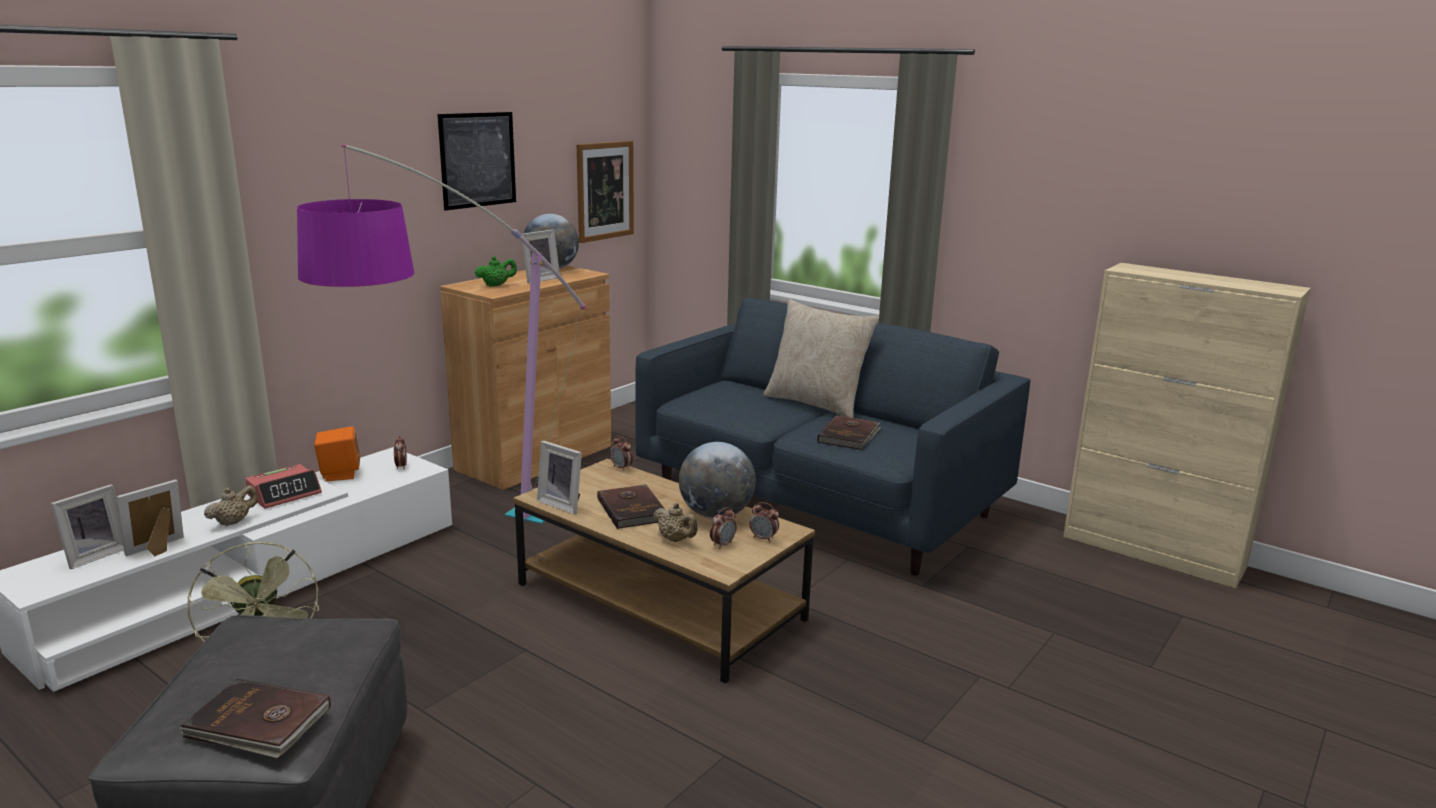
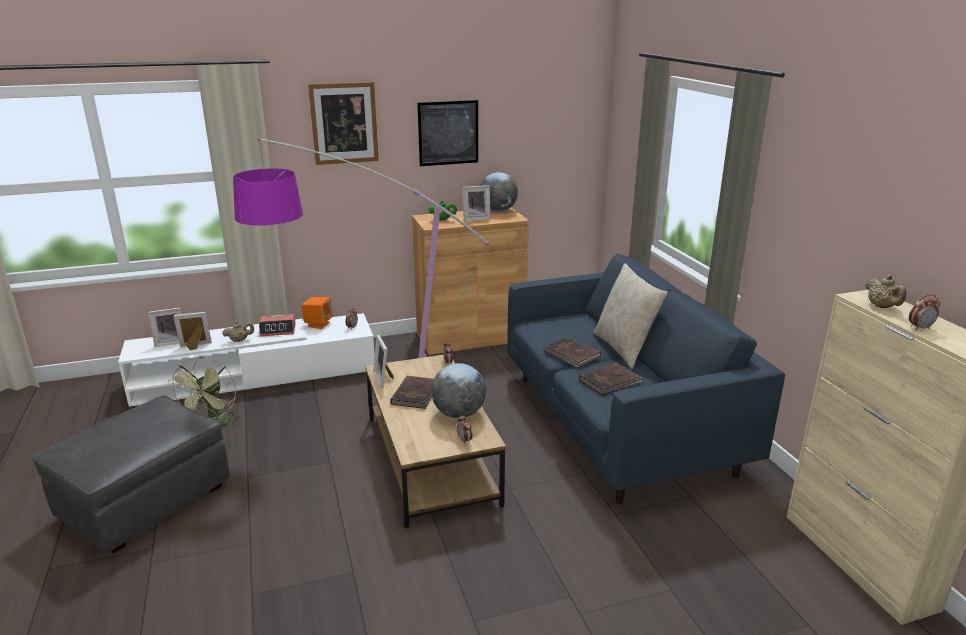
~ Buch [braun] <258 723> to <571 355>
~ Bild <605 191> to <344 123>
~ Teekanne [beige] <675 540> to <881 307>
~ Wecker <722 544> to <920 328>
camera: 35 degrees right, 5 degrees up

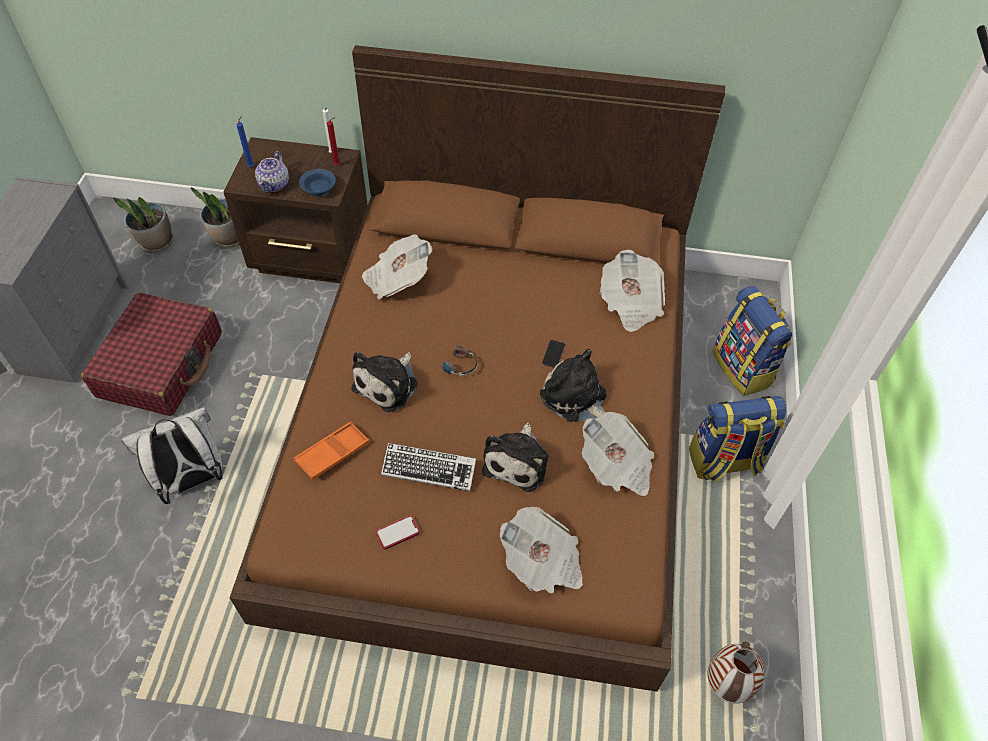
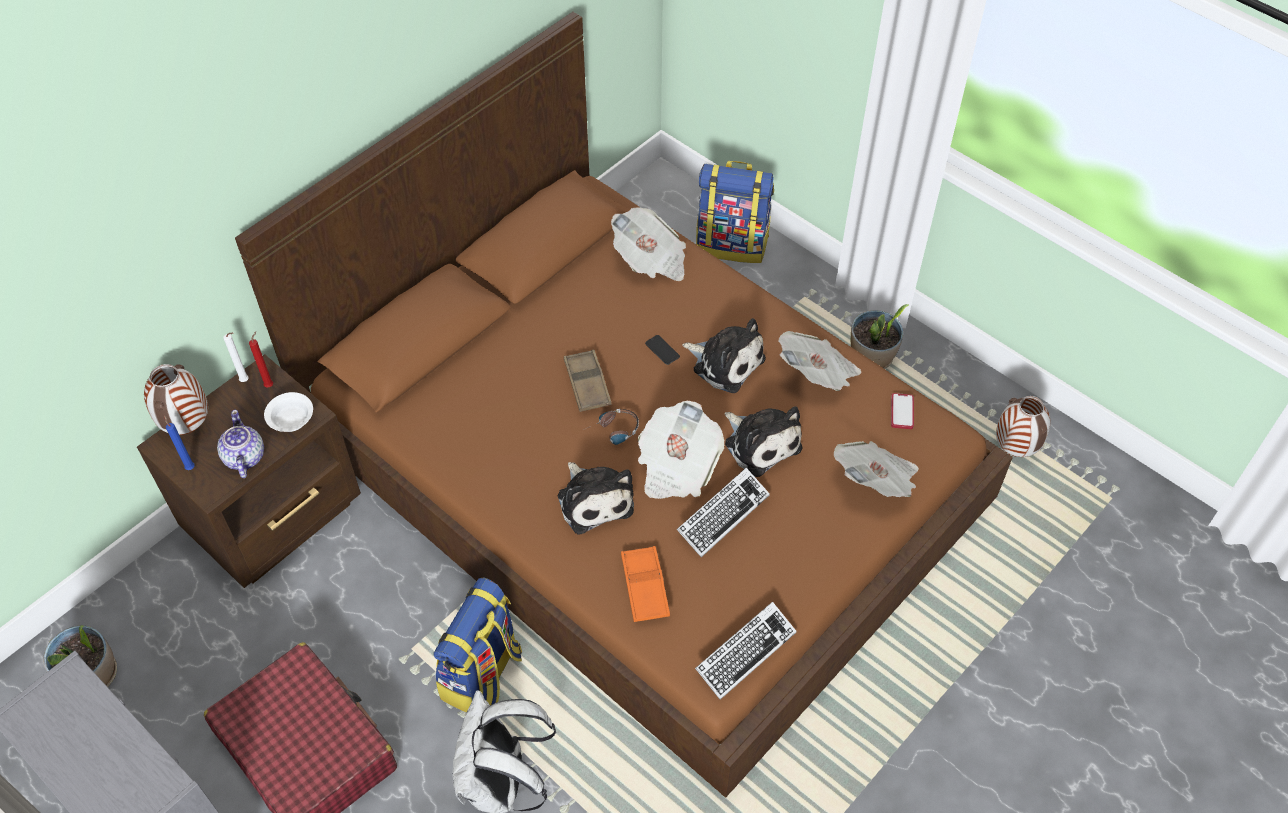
~ Topfpflanze <229 237> to <871 358>
~ Teekanne <274 184> = <244 458> 150 degrees counterclockwise
~ Schüssel [blau] <319 188> to Schüssel [weiß] <292 419>
~ Zeitung <397 279> to <676 466>
~ Handy <398 533> to <902 412>
~ Plüschtier <575 398> = <725 362> 135 degrees counterclockwise
~ Rucksack <724 462> to <482 675>
+ Vase <187 426>
+ Tablett [braun] <587 384>
+ Tastatur <745 653>
camera: 55 degrees left, 0 degrees up

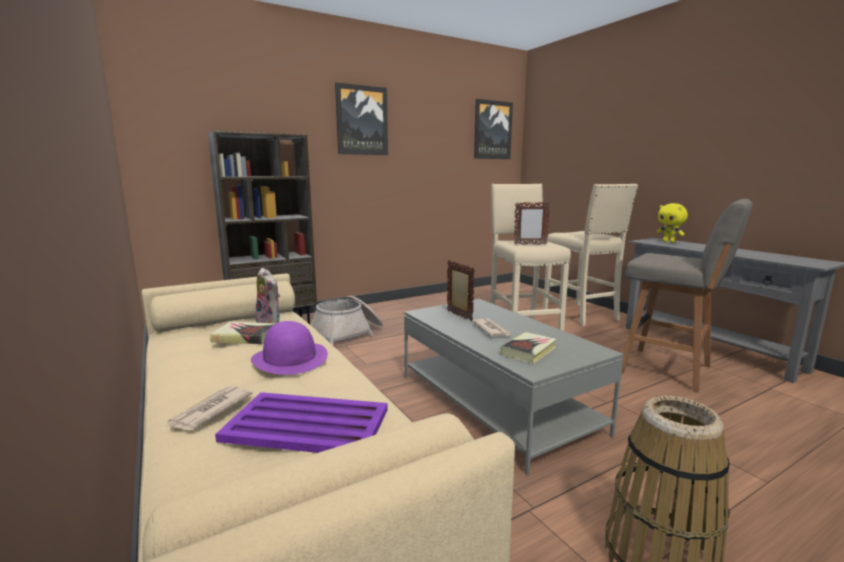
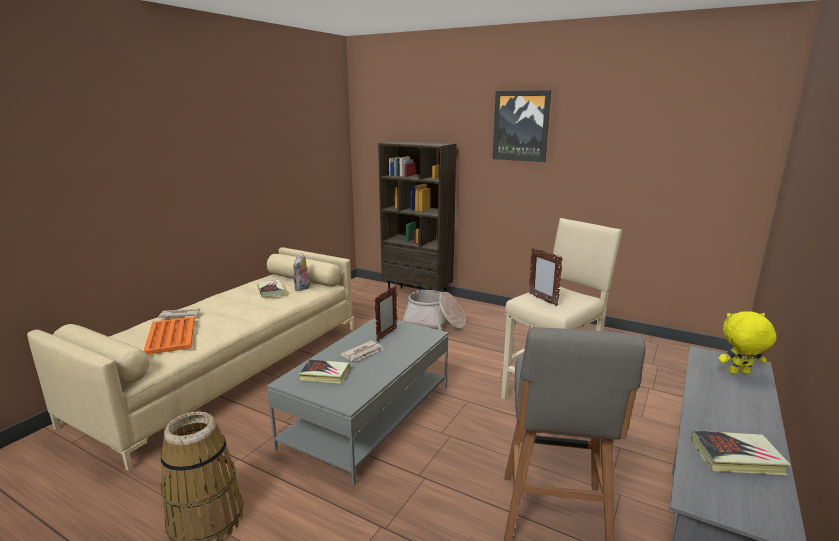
~ Tablett [lila] <305 424> to Tablett [orange] <171 335>
- Hut [lila] <290 358>
- Bild <492 130>
- Hocker [beige] <581 314>
~ Plüschtier [gelb] <669 242> = <739 373> 60 degrees clockwise
+ Buch <736 457>
camera: 60 degrees right, 5 degrees up

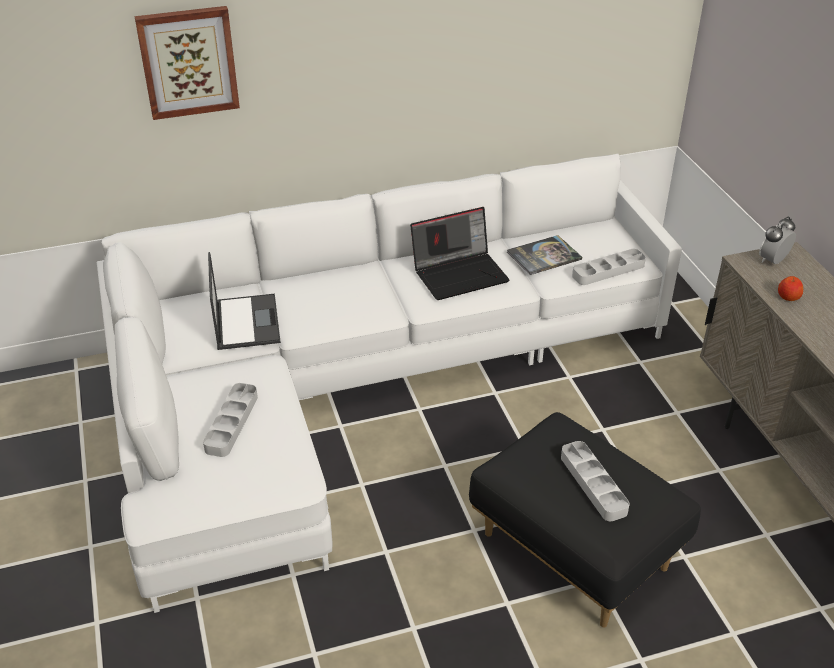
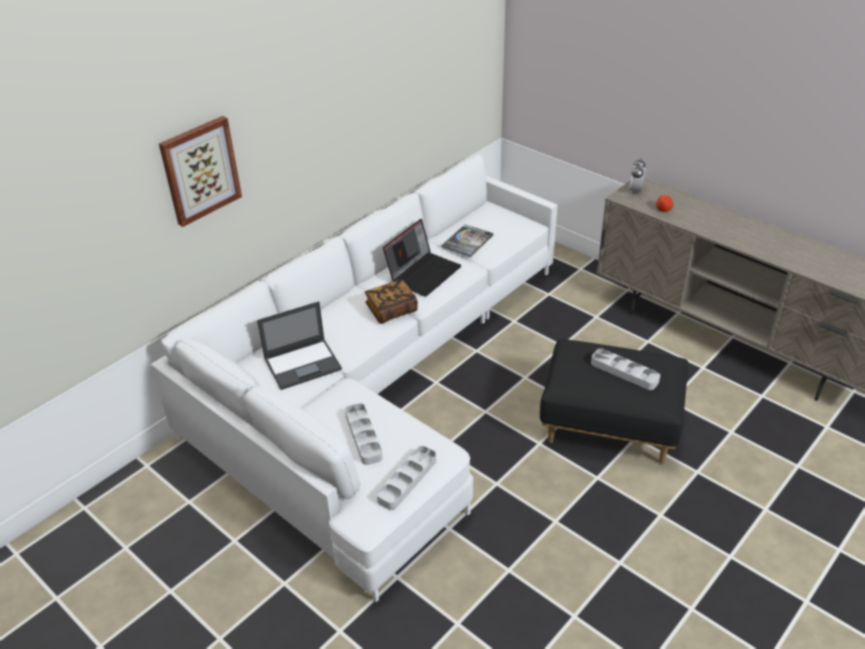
~ Laptop <246 321> = <303 364> 105 degrees clockwise
~ Tablett [grau] <608 270> to <407 480>
+ Buch <391 310>
camera: 30 degrees left, 0 degrees up

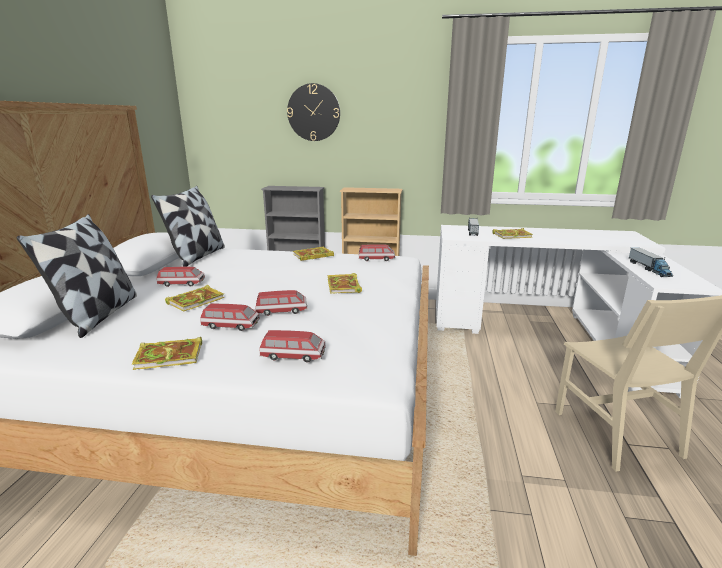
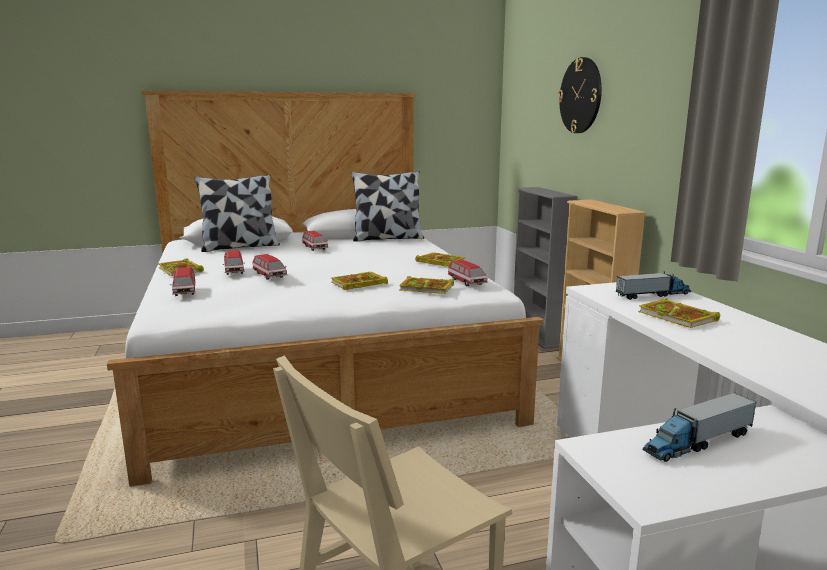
~ Buch <197 300> to <427 288>
camera: 65 degrees right, 5 degrees down

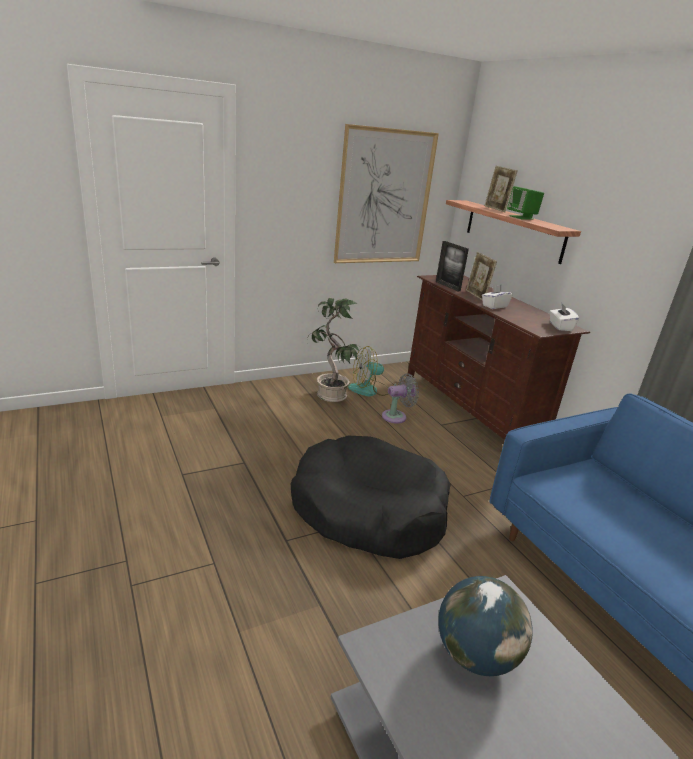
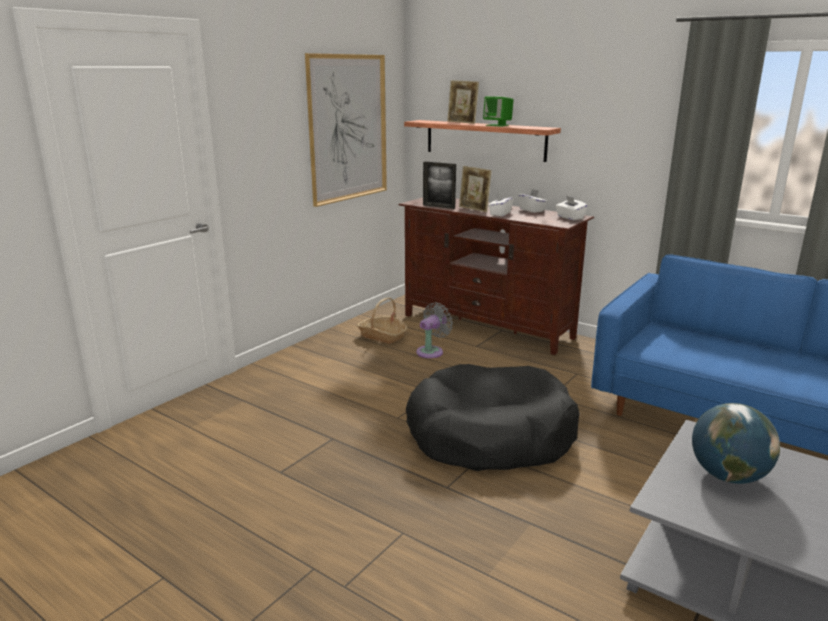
- Topfpflanze <330 395>
~ Ventilator <369 390> to Korb <382 336>
+ Taschentuchbox [weiß] <532 210>
camera: 25 degrees left, 5 degrees down

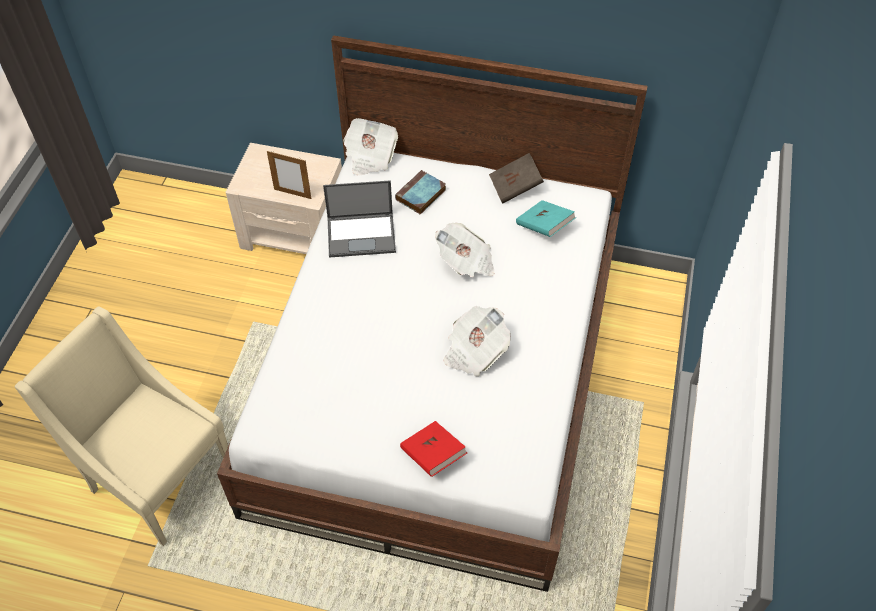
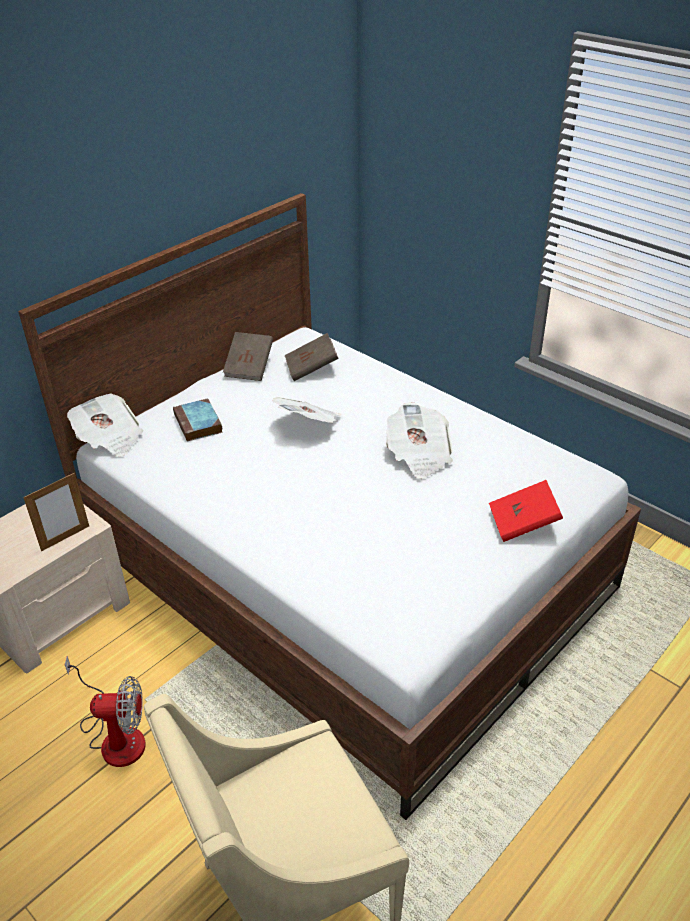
- Laptop <362 234>
~ Buch [türkis] <544 227> to Buch [braun] <311 368>
+ Ventilator <115 736>
camera: 60 degrees left, 15 degrees down

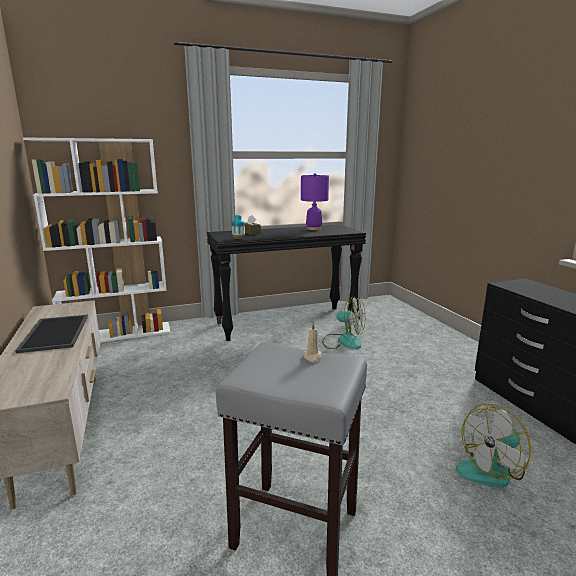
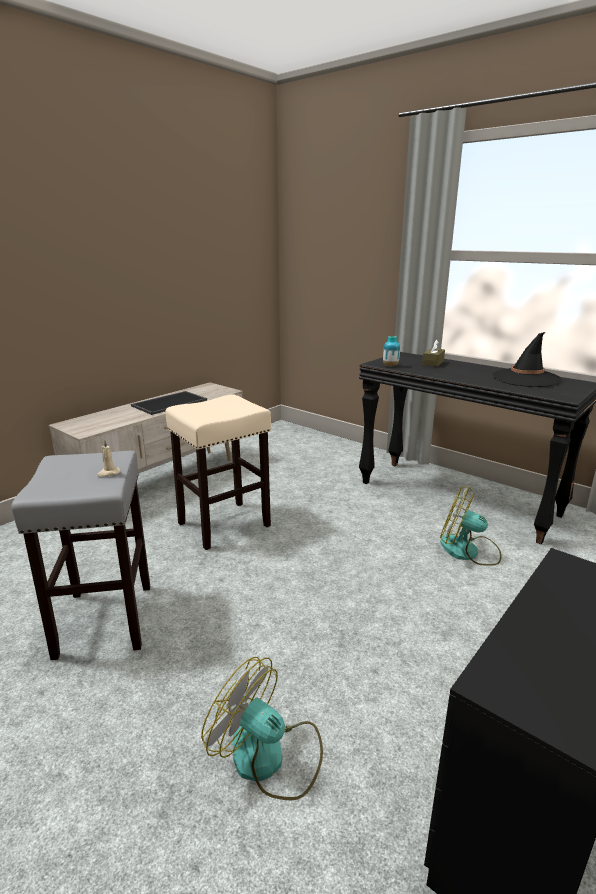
- Bücherregal [weiß] <118 334>
~ Tischlampe [lila] <313 229> to Hut [schwarz] <526 378>
~ Ventilator <343 341> = <468 551> 120 degrees clockwise
+ Hocker [beige] <225 524>
camera: 60 degrees right, 5 degrees up

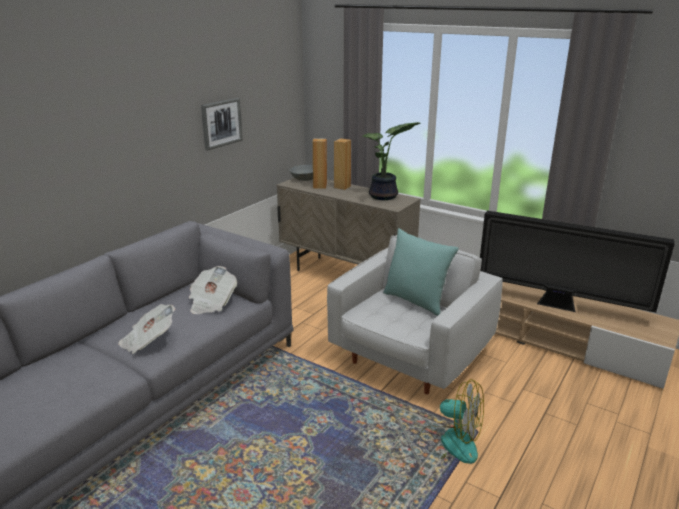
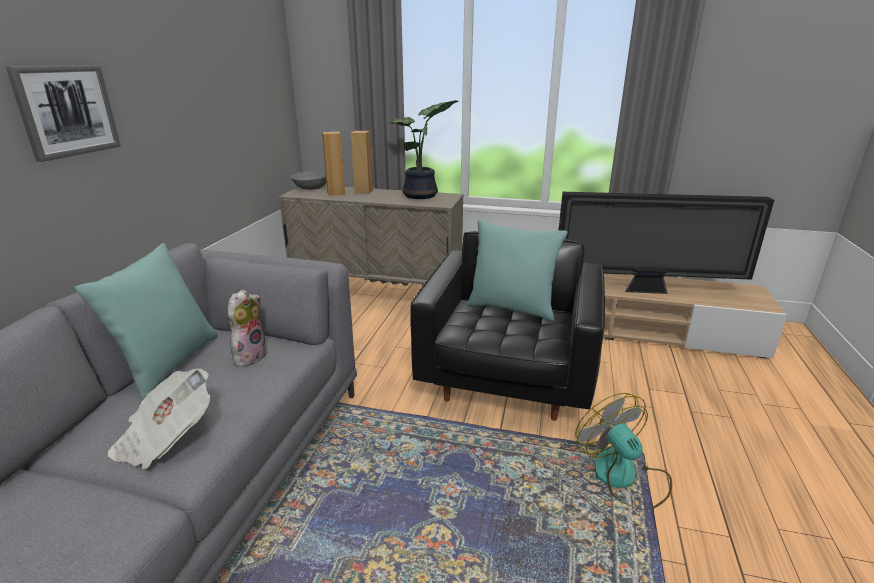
~ Zeitung <212 303> to Plüschtier <249 356>
~ Bild <221 123> to <67 111>
~ Sessel [weiß] <410 357> to Sessel [schwarz] <508 379>
~ Ventilator <449 443> = <623 478> 120 degrees counterclockwise
+ Kissen [türkis] <168 364>
camera: 20 degrees left, 0 degrees up

